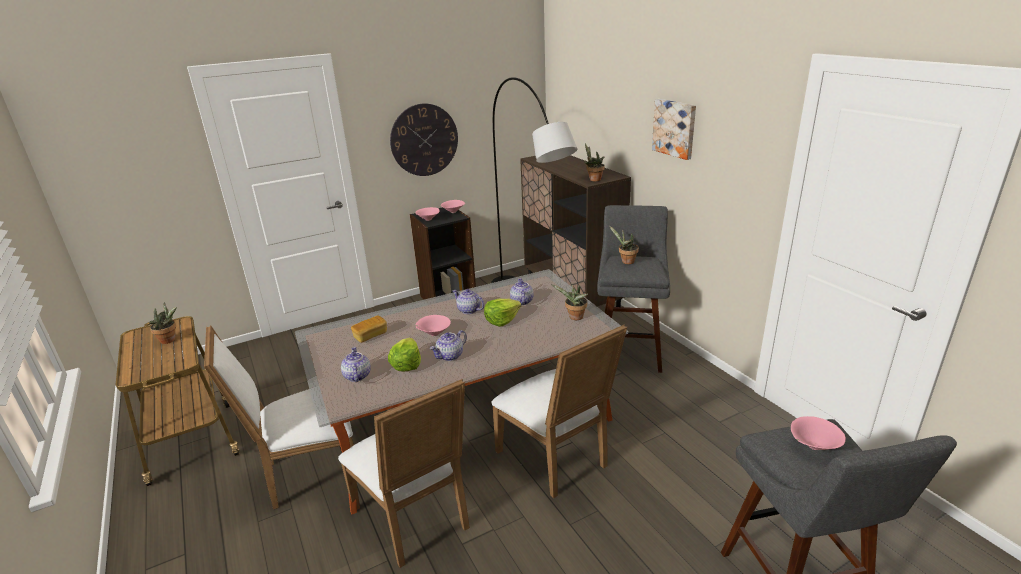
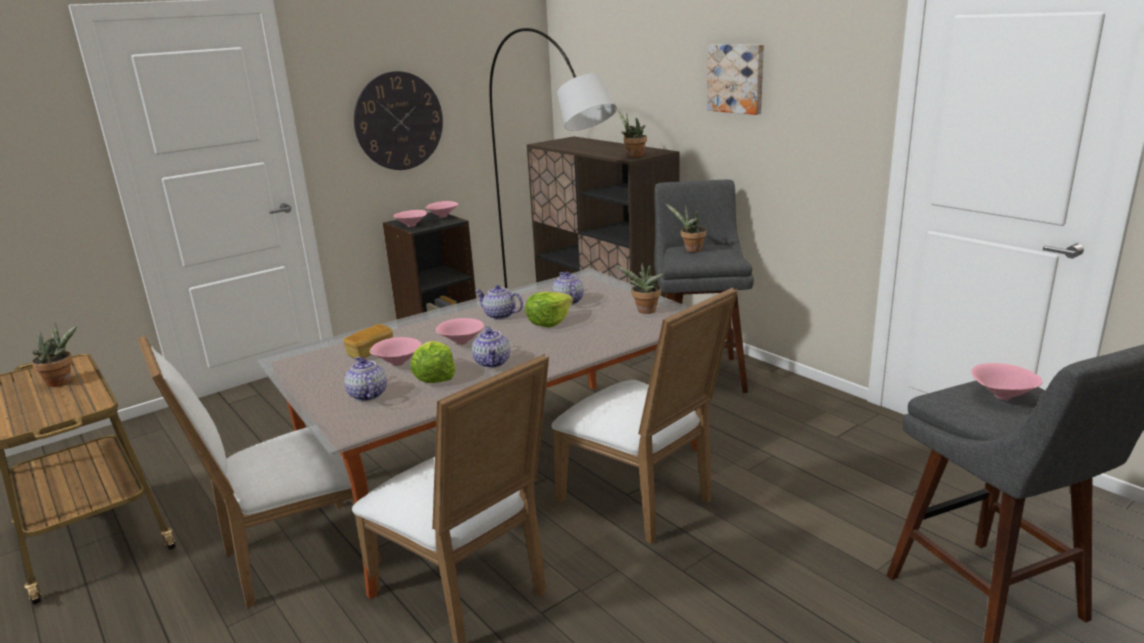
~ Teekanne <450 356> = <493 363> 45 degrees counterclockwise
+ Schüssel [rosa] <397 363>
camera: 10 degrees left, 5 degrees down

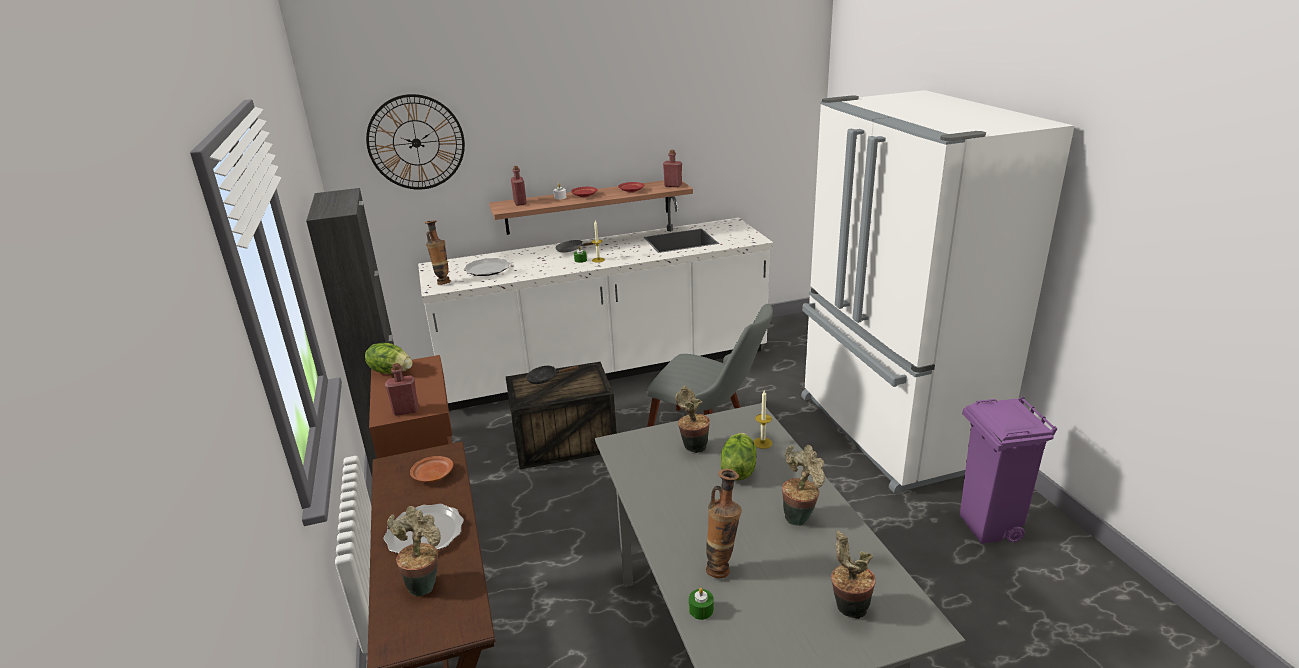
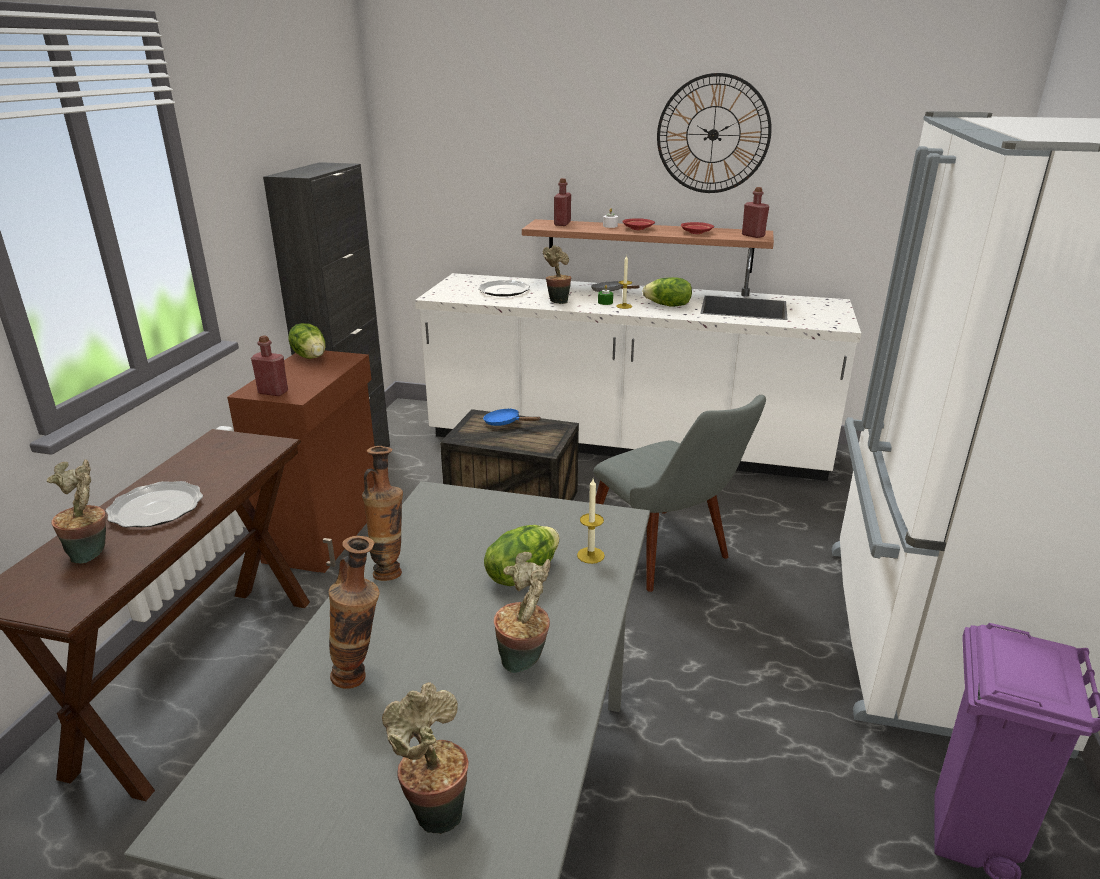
~ Wanduhr <416 142> to <713 134>
- Teller [braun] <432 475>
~ Vase <442 282> to <390 570>
~ Pfanne [schwarz] <545 379> to Pfanne [blau] <505 423>
~ Topfpflanze <692 447> to <557 301>
- Kerze [grün] <701 610>
+ Salatkopf <668 305>
camera: 30 degrees right, 0 degrees up

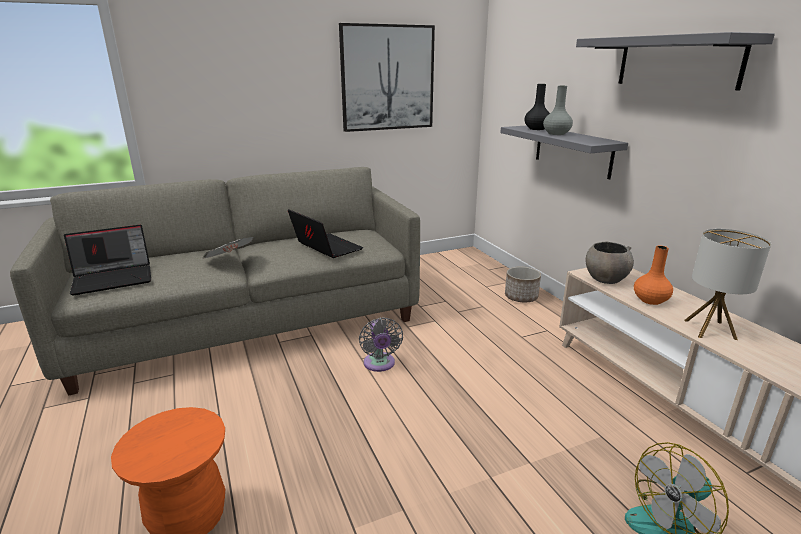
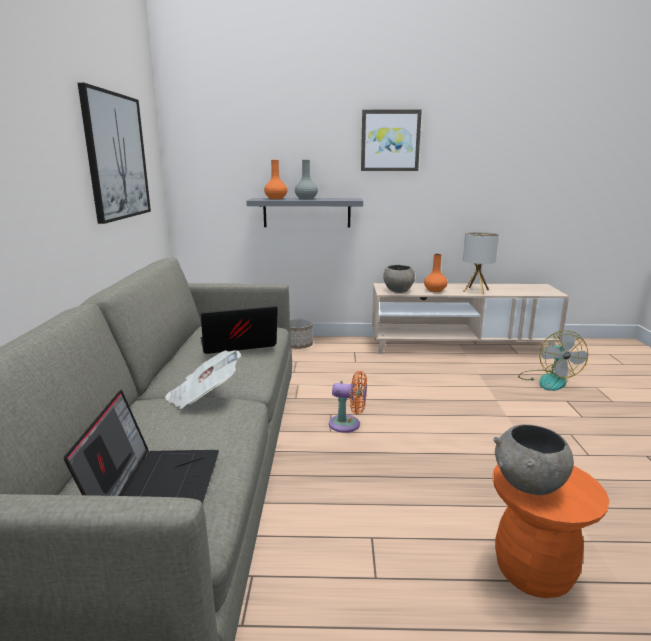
~ Ventilator [grau] <379 364> to Ventilator [orange] <348 424>
~ Vase [schwarz] <536 129> to Vase [orange] <275 198>
~ Wandregal [grau] <677 62> to Bild <390 141>
+ Schüssel [grau] <528 485>
camera: 65 degrees left, 5 degrees down

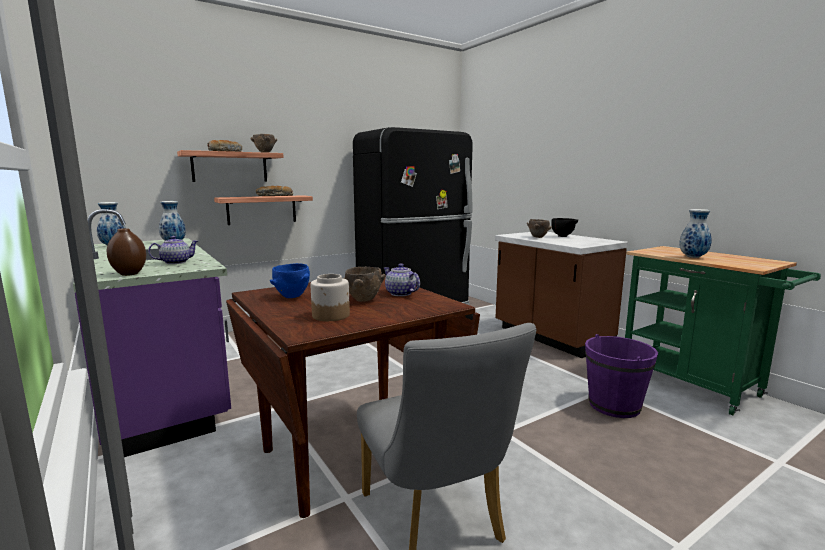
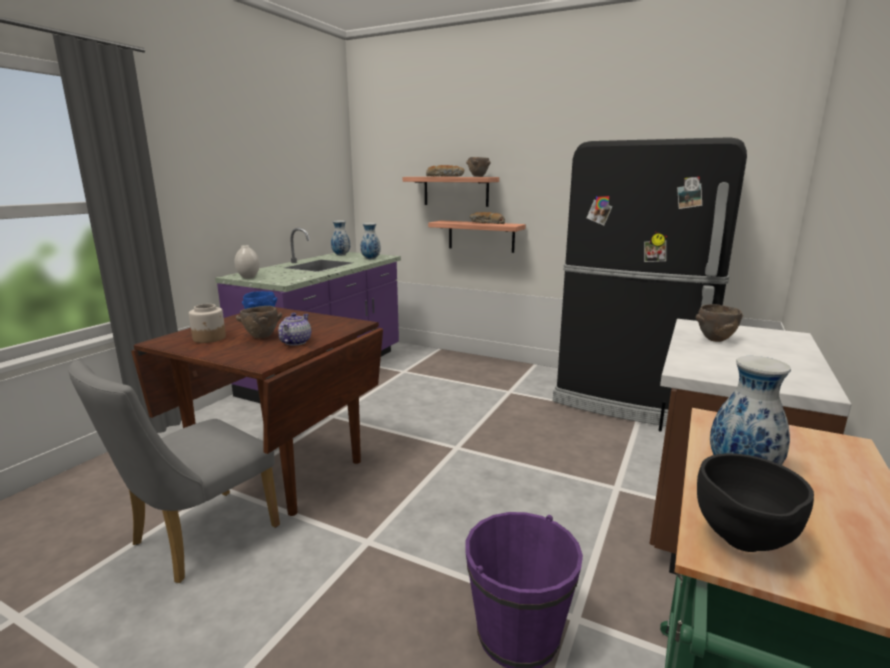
~ Vase [braun] <129 274> to Vase [weiß] <248 277>
- Teekanne <175 262>
~ Schüssel [schwarz] <563 236> to <742 544>
camera: 60 degrees right, 5 degrees up

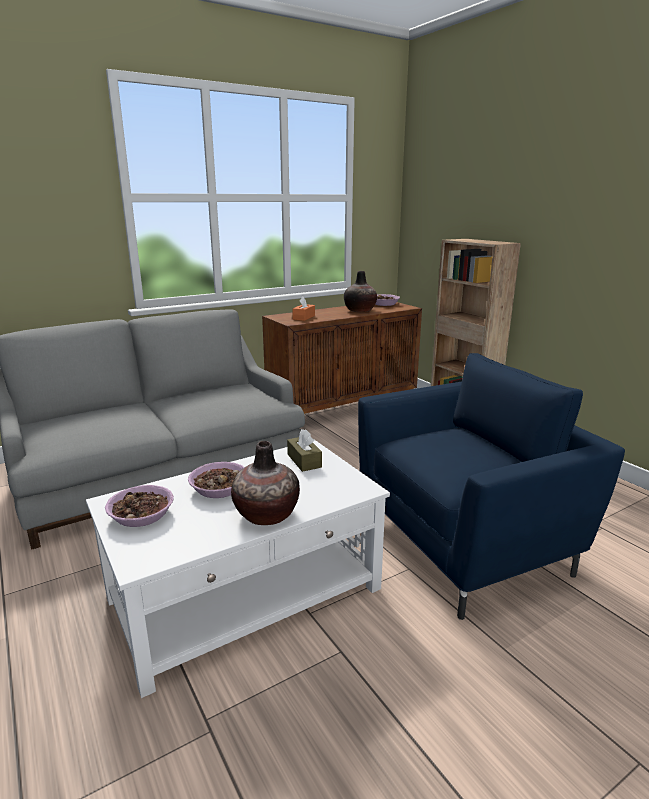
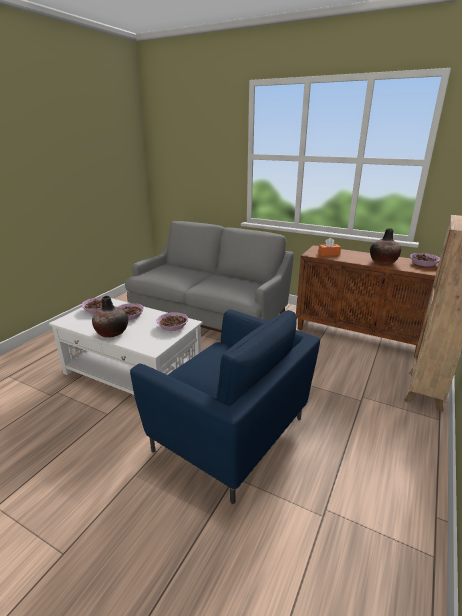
~ Taschentuchbox [braun] <304 461> to Schüssel <173 326>
camera: 60 degrees right, 5 degrees up

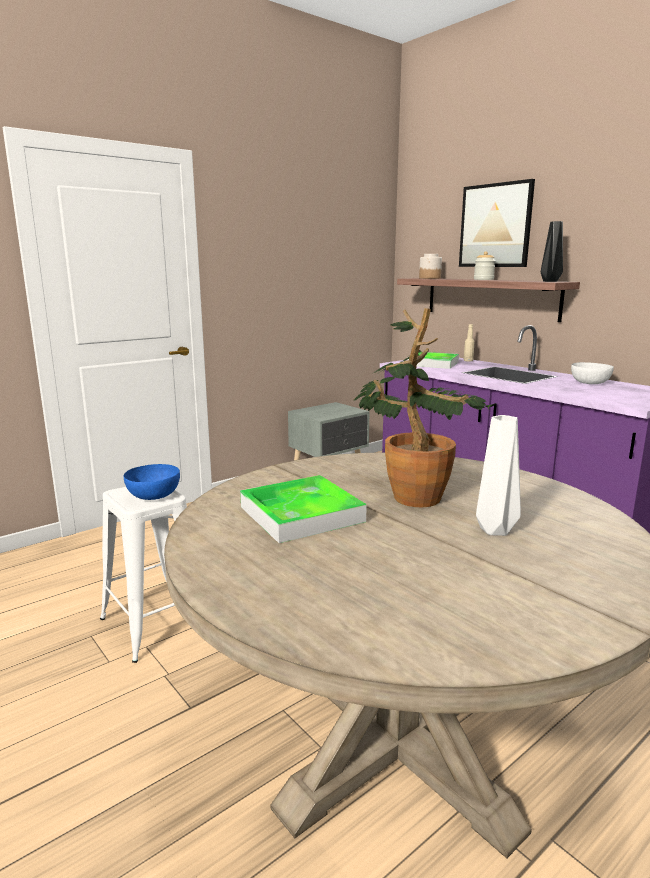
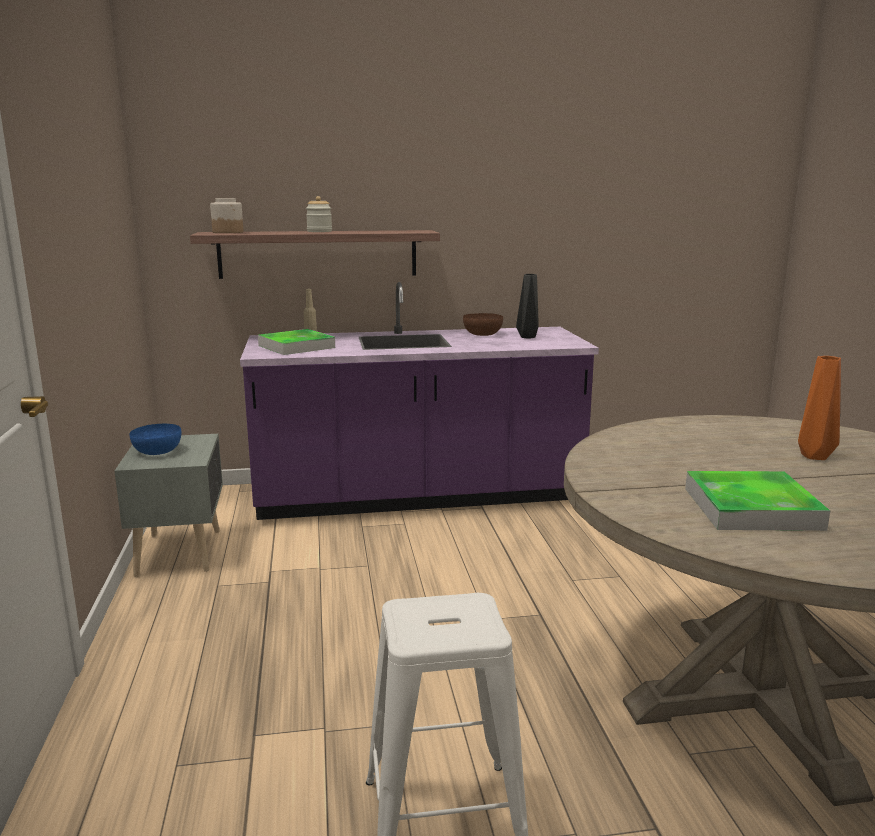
~ Schüssel [blau] <153 495> to <158 452>
- Topfpflanze <411 493>
- Bild <495 225>
~ Vase [weiß] <495 529> to Vase [orange] <813 456>
~ Vase [schwarz] <549 281> to <526 337>
~ Schüssel [weiß] <590 382> to Schüssel [braun] <482 334>
camera: 60 degrees left, 0 degrees up

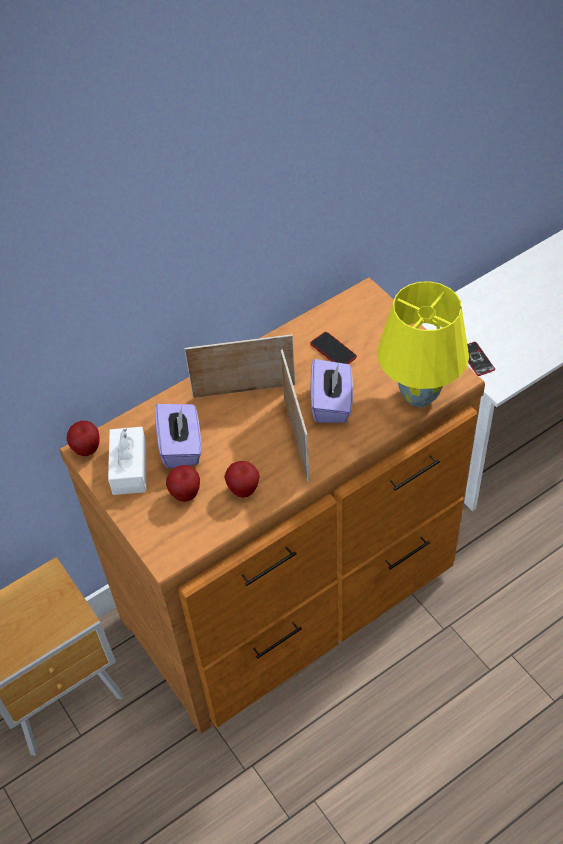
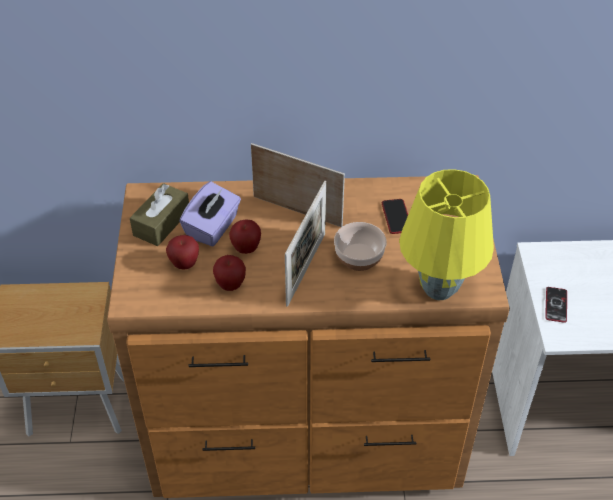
~ Apfel <87 449> to <246 249>
~ Taschentuchbox [weiß] <129 468> to Taschentuchbox [braun] <161 223>
~ Taschentuchbox [lila] <332 404> to Schüssel <359 257>
camera: 30 degrees right, 5 degrees down

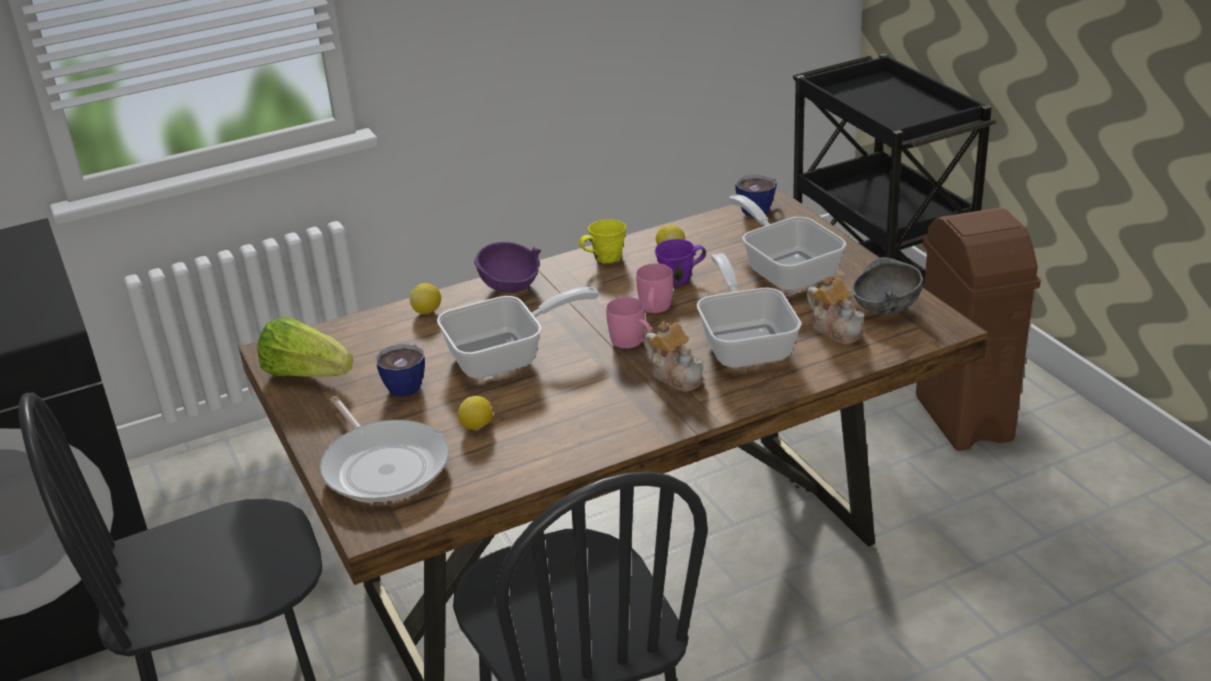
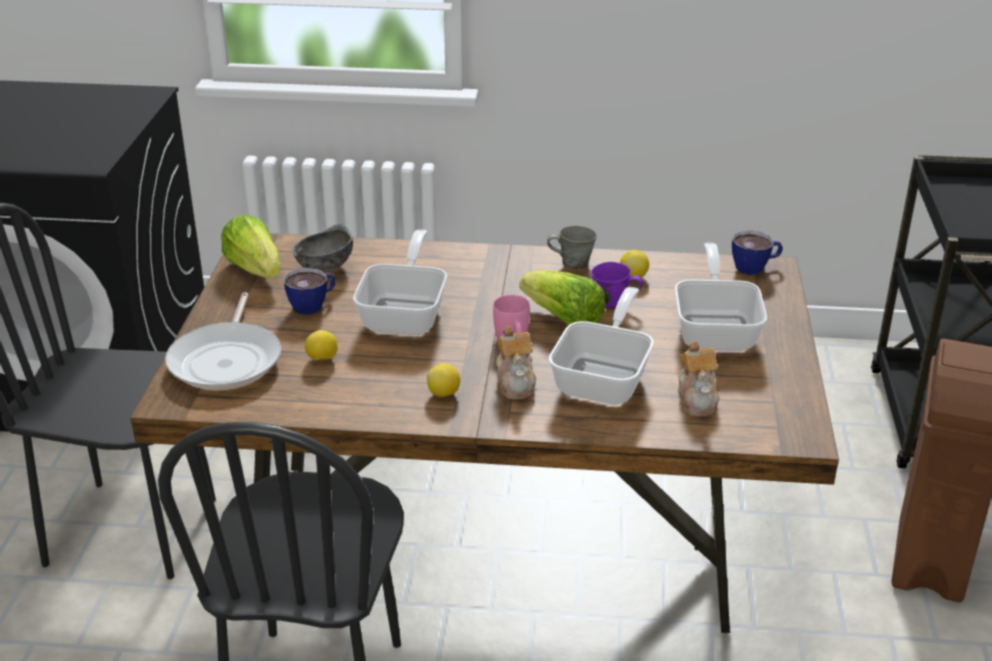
~ Zitrone <427 311> to <444 393>
~ Pfanne <507 356> = <406 313> 90 degrees counterclockwise
- Schüssel [lila] <510 286>
~ Henkelbecher [gelb] <606 259> to Henkelbecher [grau] <573 263>
~ Henkelbecher [rosa] <654 309> to Salatkopf <563 320>
~ Schüssel [grau] <885 308> to <323 267>
camera: 30 degrees right, 0 degrees up

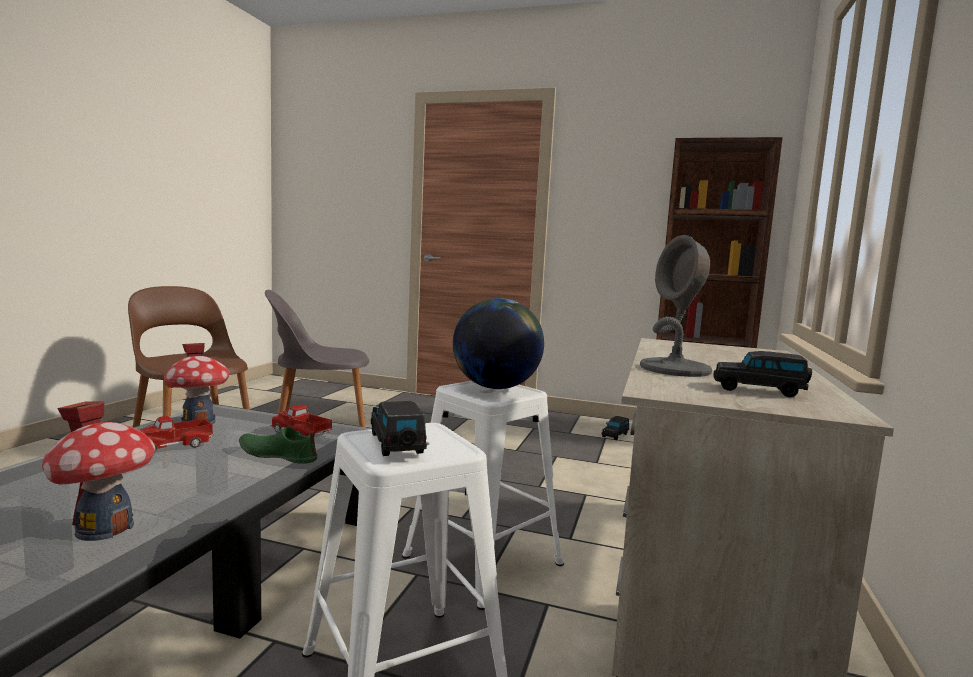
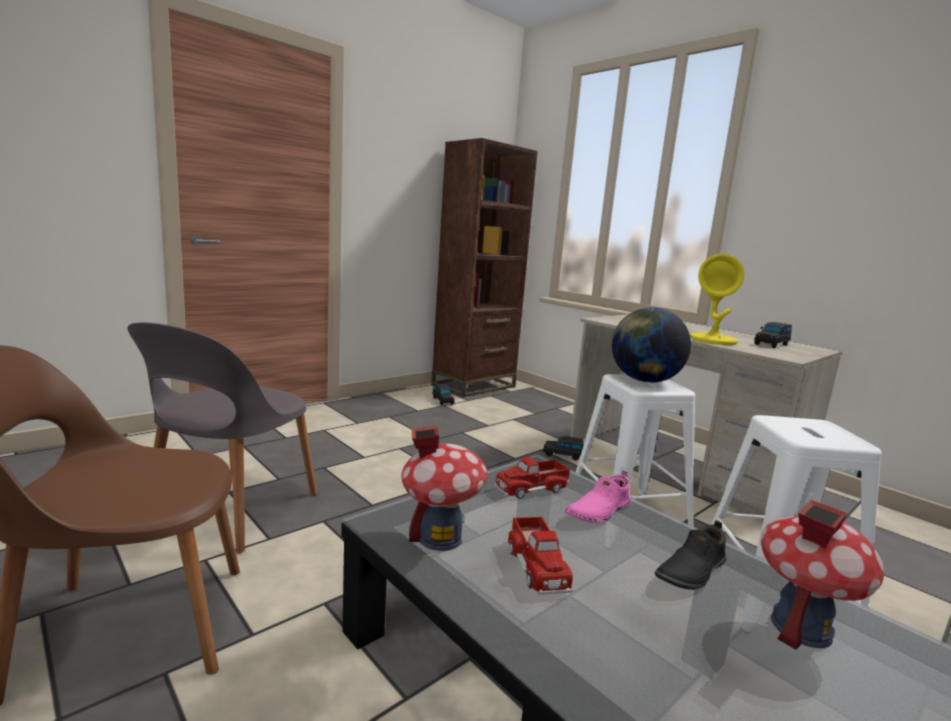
~ Schuh [grün] <277 454> to Schuh [rosa] <598 511>
~ Spielzeugauto [schwarz] <396 445> to <563 455>
~ Tischlampe [grau] <675 369> to Tischlampe [gelb] <713 340>
+ Schuh [schwarz] <690 570>
camera: 60 degrees left, 5 degrees up

